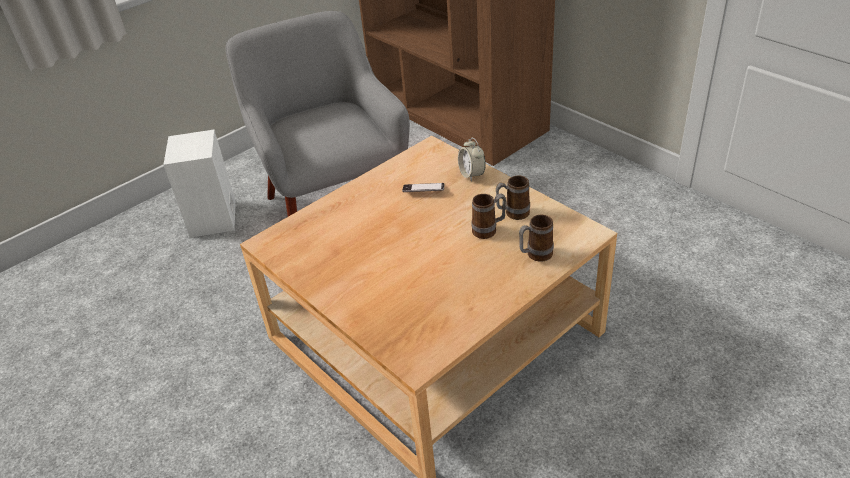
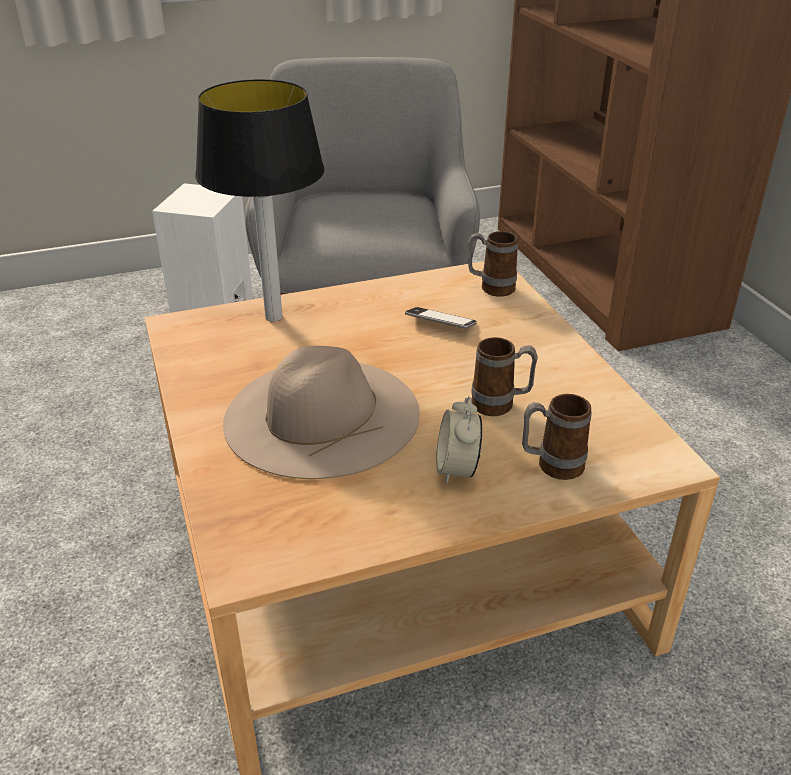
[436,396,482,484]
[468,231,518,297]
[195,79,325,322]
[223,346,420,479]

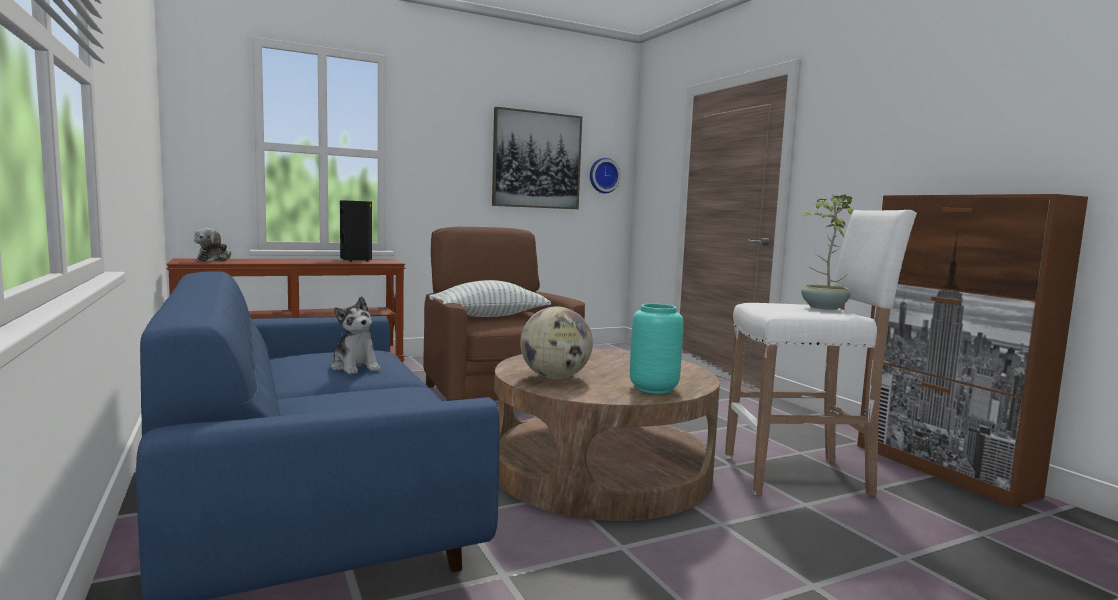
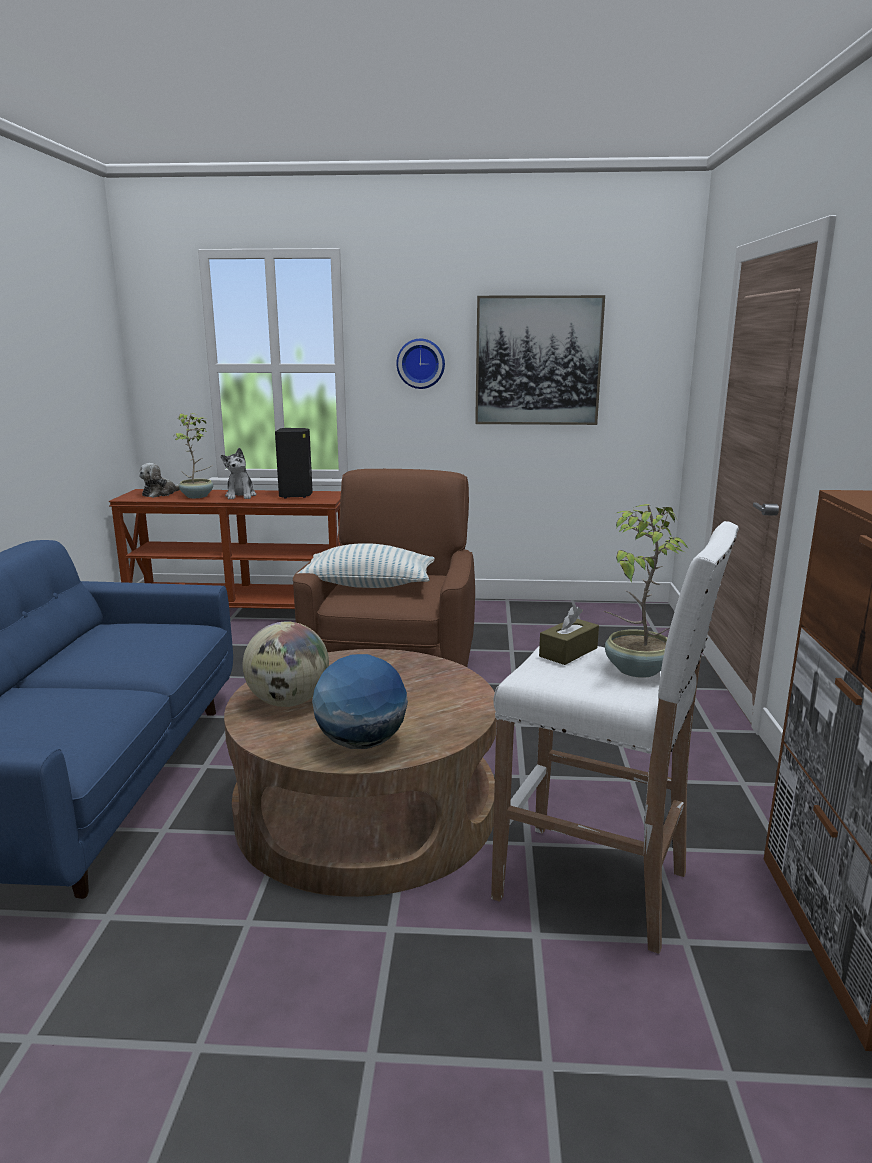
[221,448,256,499]
[396,339,445,389]
[312,654,408,749]
[175,413,213,498]
[539,606,599,665]

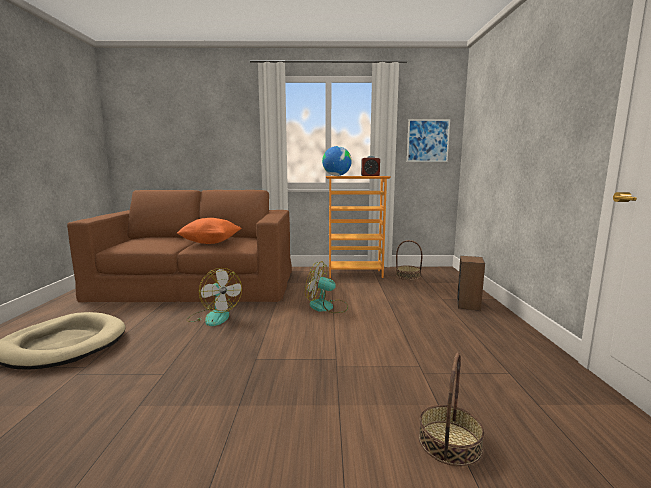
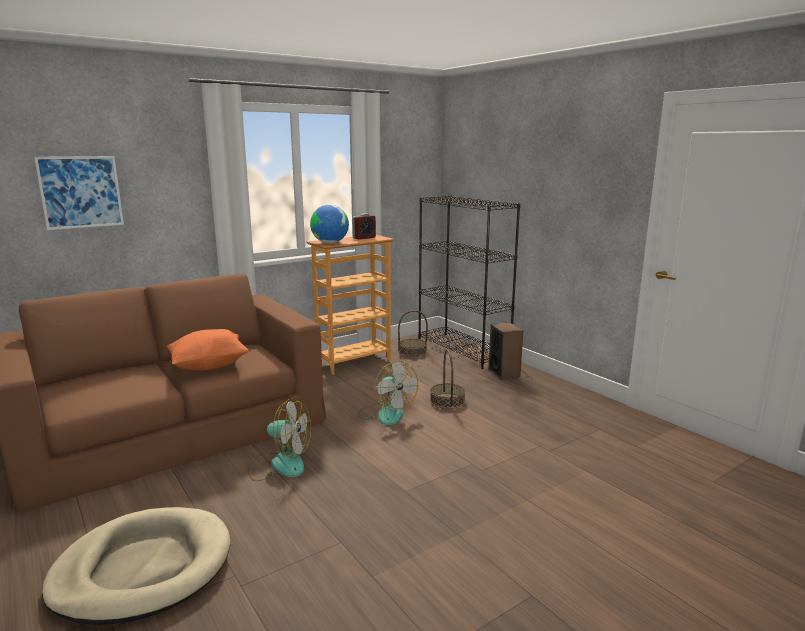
[357,361,418,425]
[34,156,124,230]
[430,349,465,409]
[418,196,520,369]

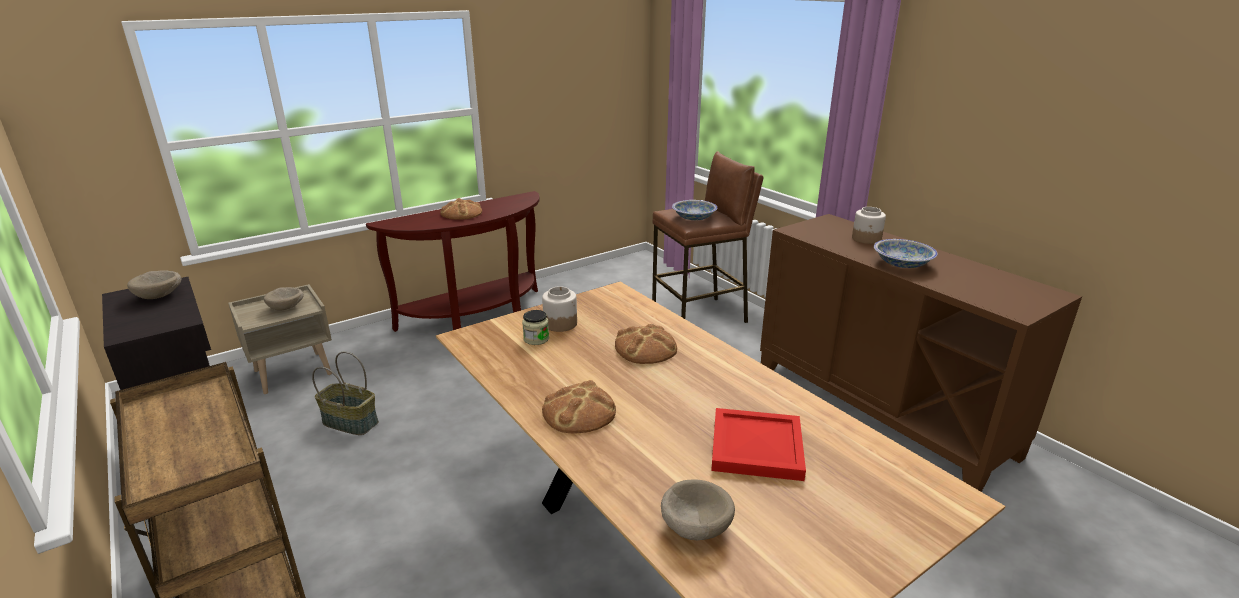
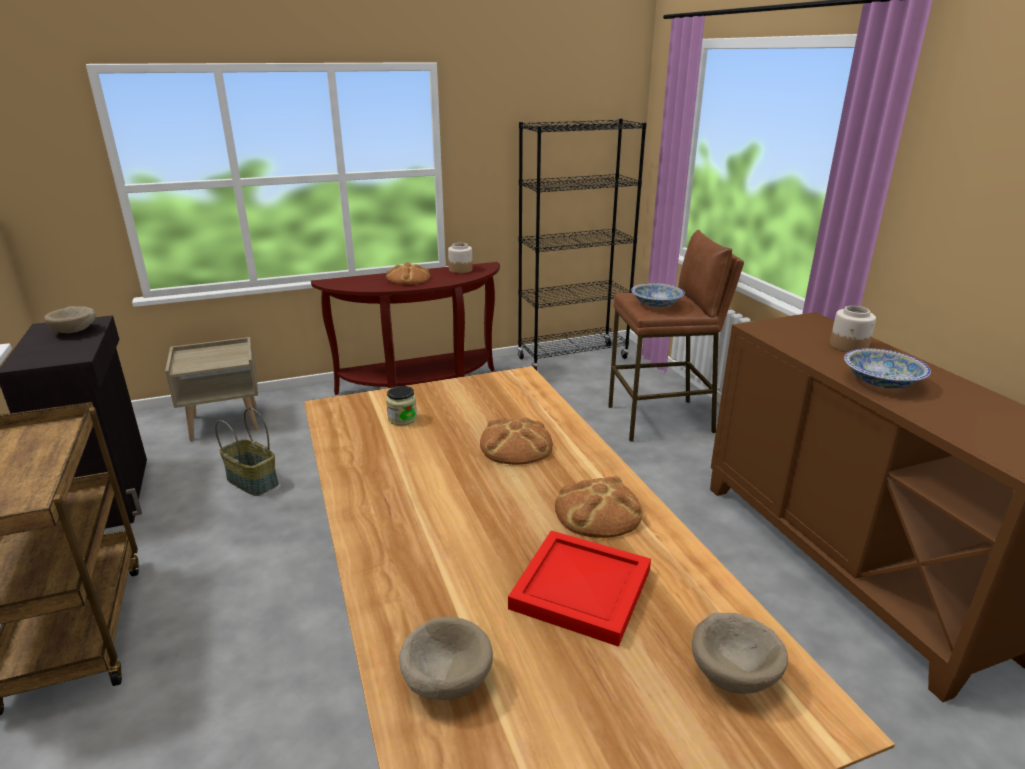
[692,613,788,694]
[448,243,473,273]
[555,476,642,538]
[517,119,647,370]

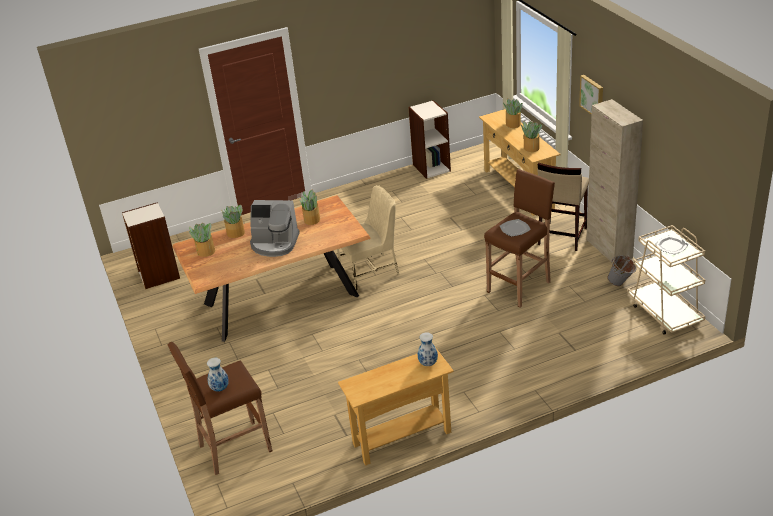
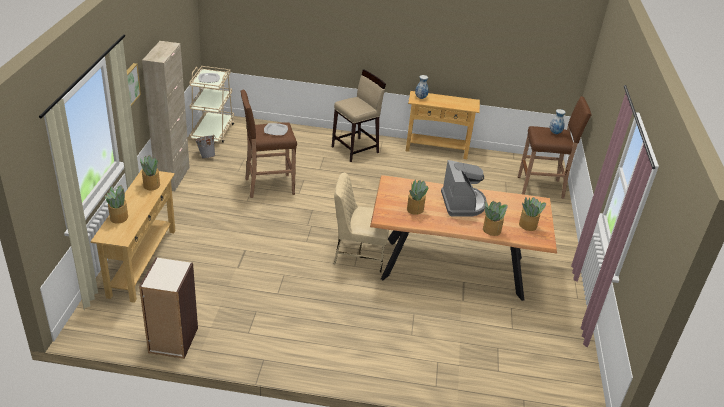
[122,202,180,289] (first image)
[441,160,486,217]
[332,70,386,162]

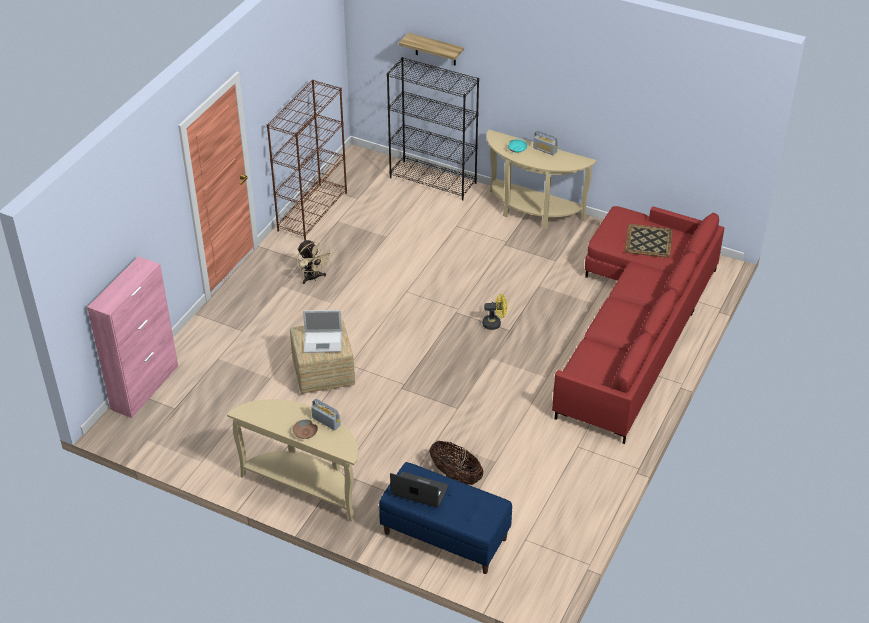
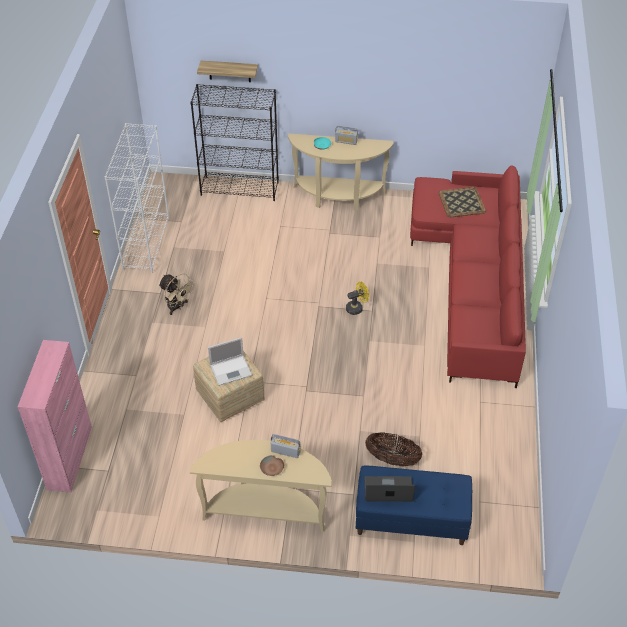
[104,123,169,273]

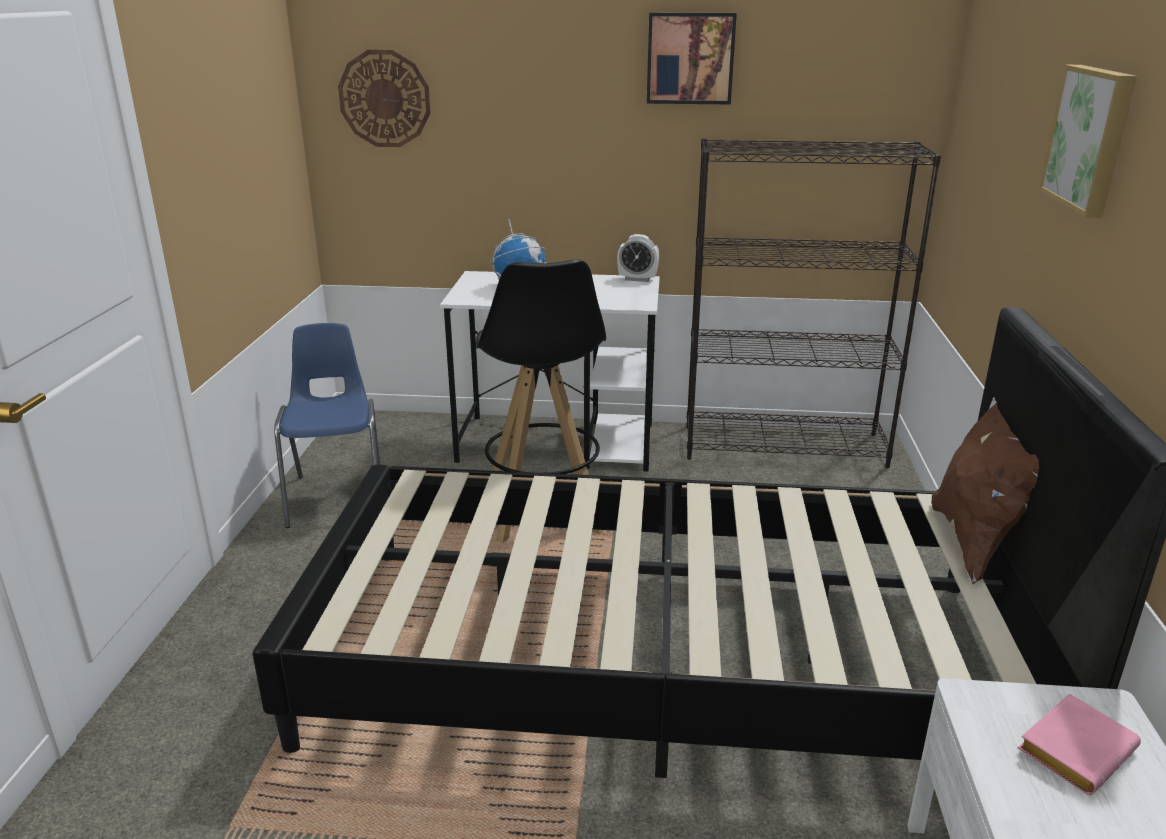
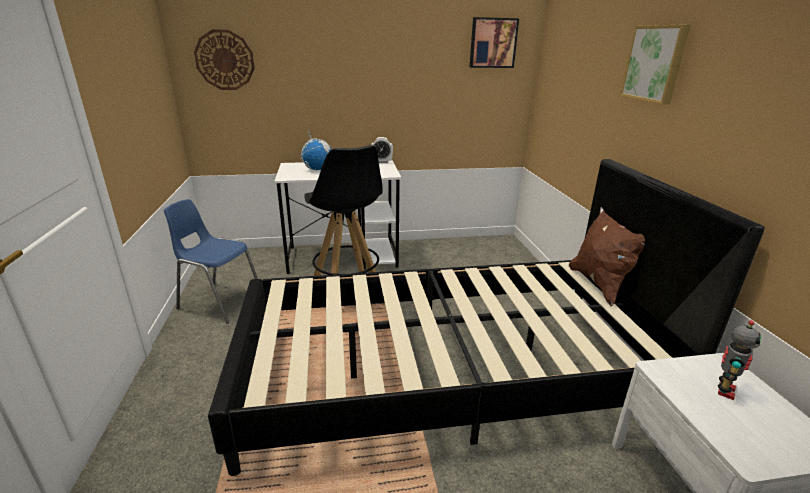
[164,199,258,324]
[470,17,519,68]
[687,138,941,468] (first image)
[718,320,761,400]

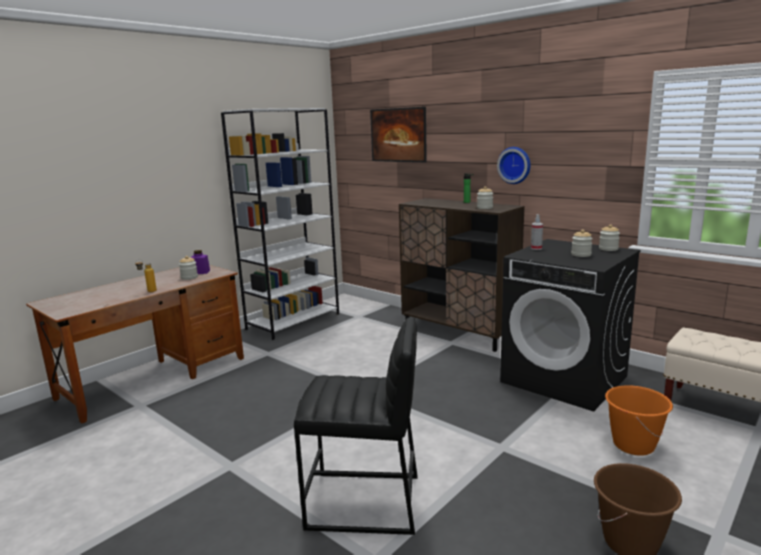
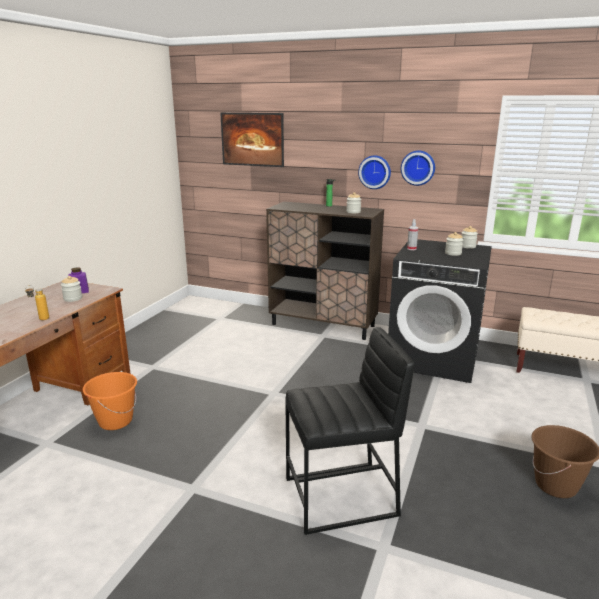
[221,108,339,340] (first image)
[83,372,137,430]
[401,150,435,186]

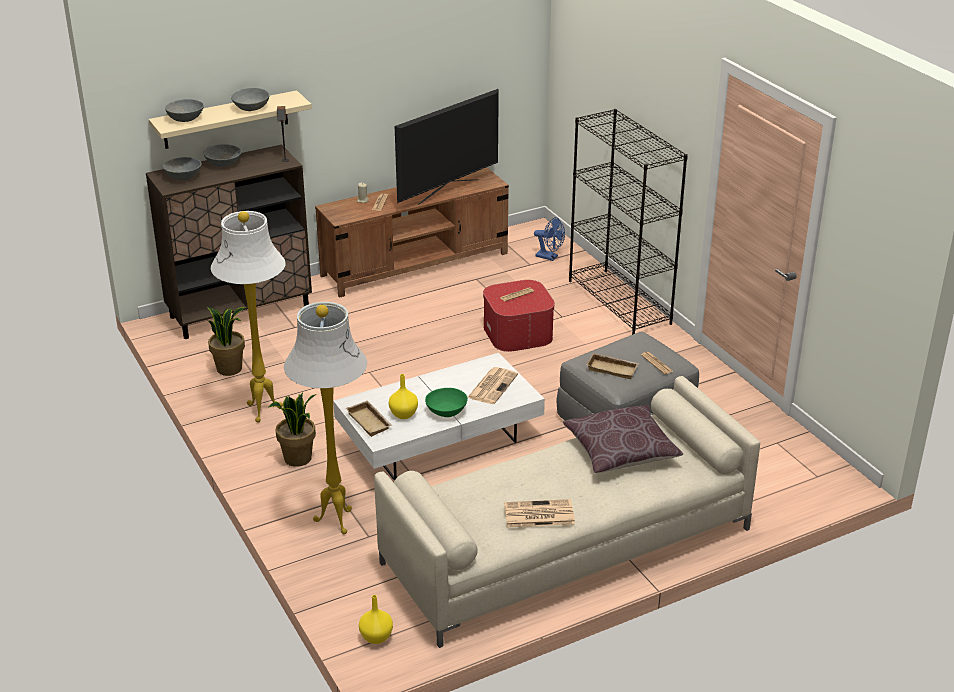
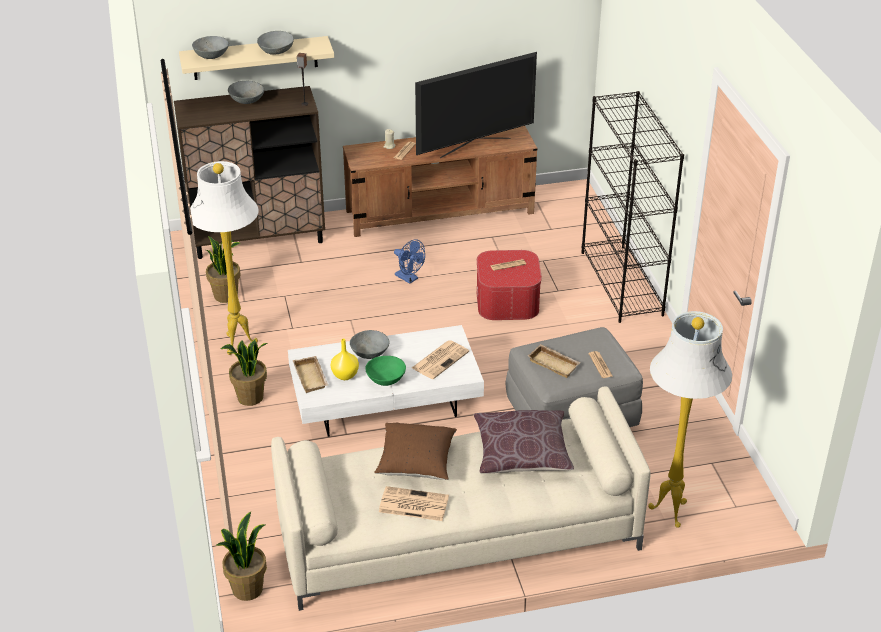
[350,330,390,359]
[648,311,732,528]
[217,512,267,601]
[394,239,425,284]
[374,423,457,480]

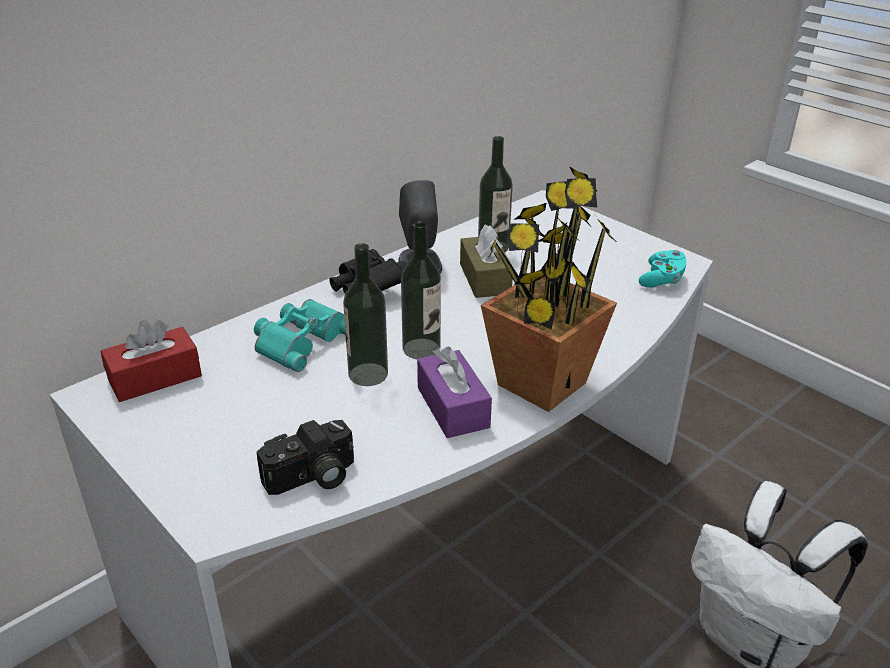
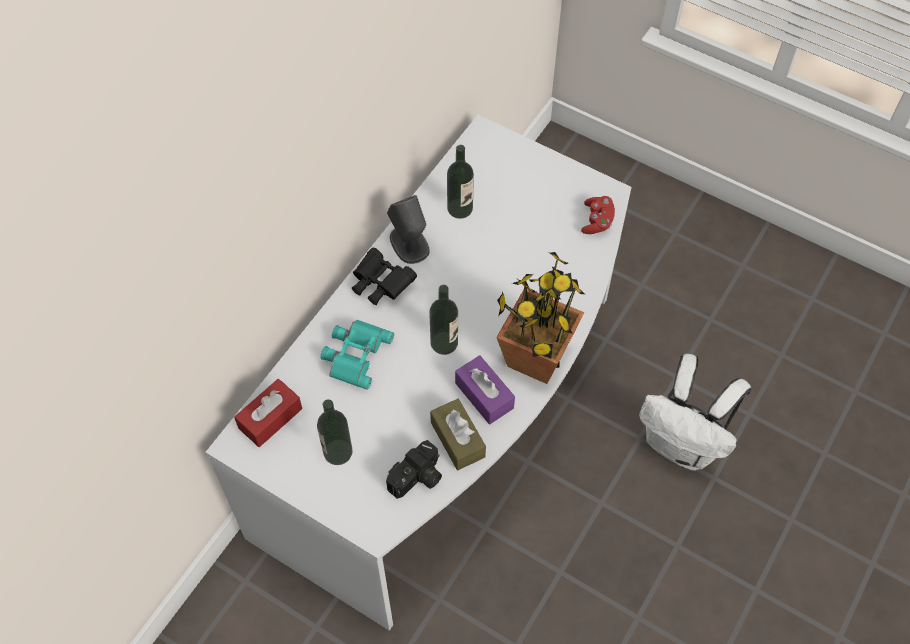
[317,399,353,465]
[430,399,486,470]
[581,196,615,234]

